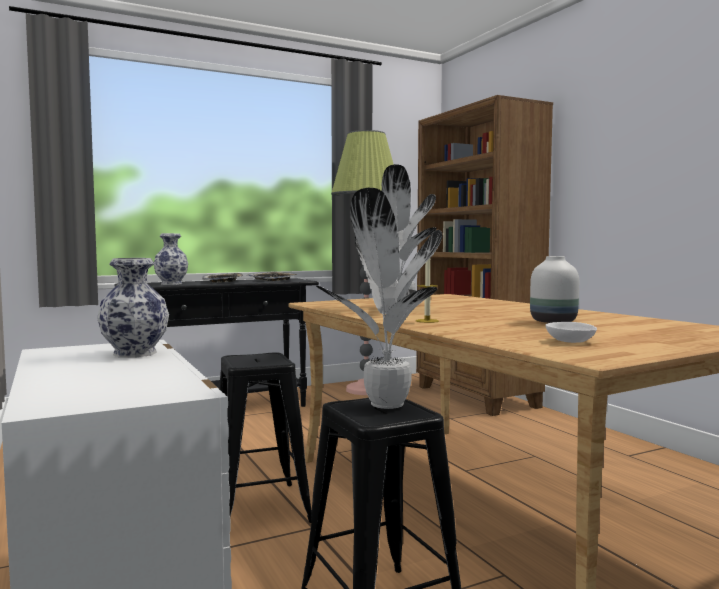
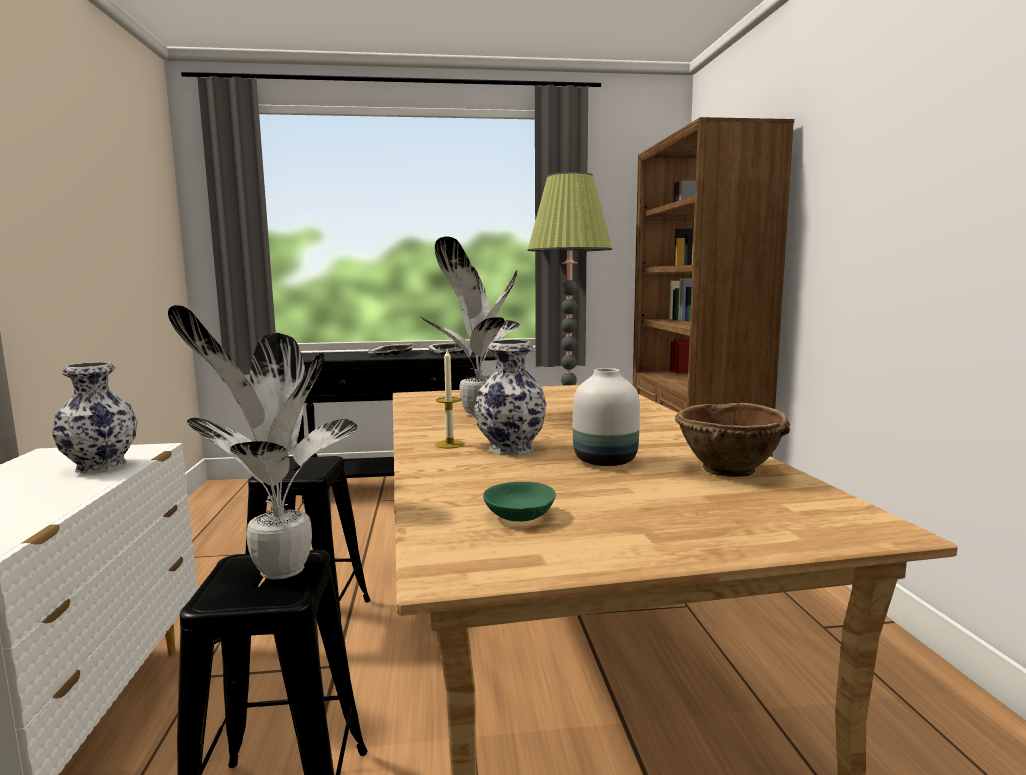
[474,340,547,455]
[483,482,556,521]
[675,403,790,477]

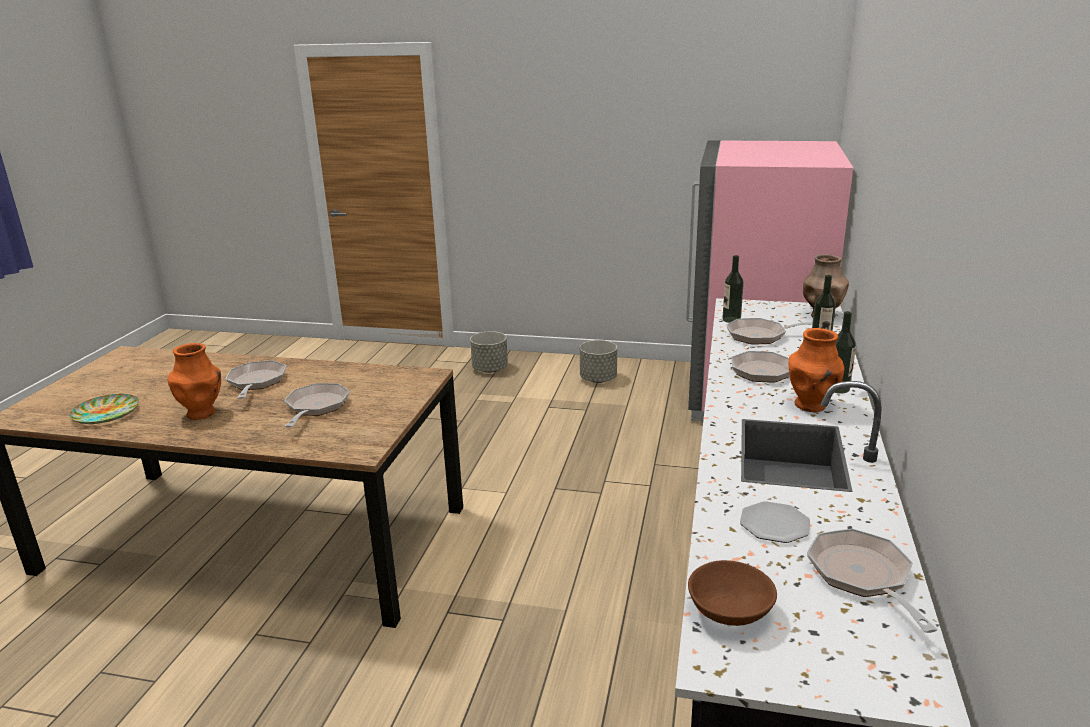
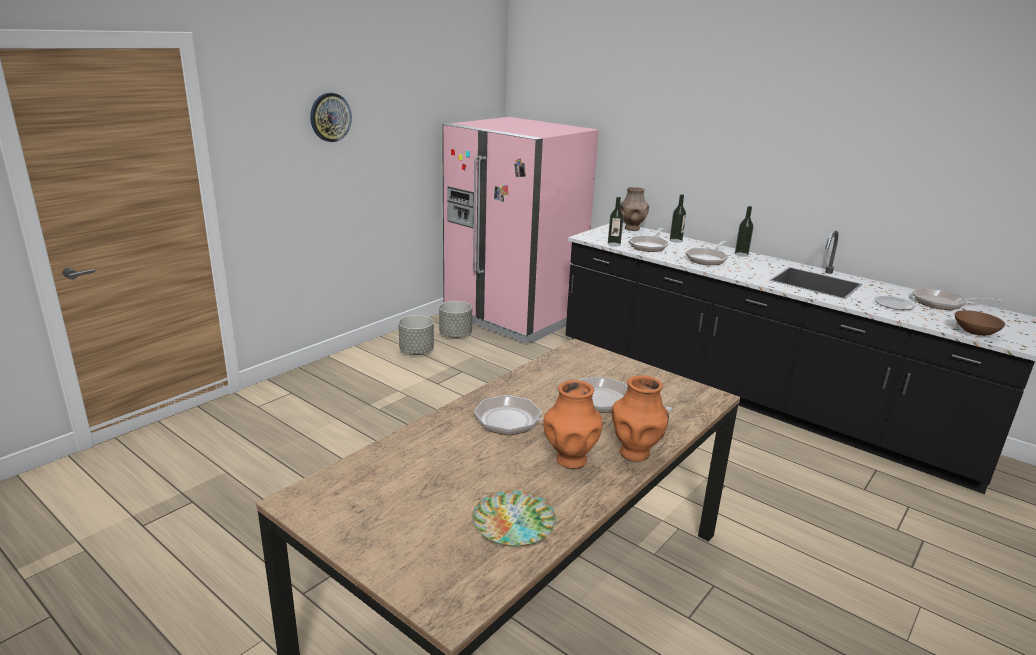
[439,301,472,338]
[612,375,669,461]
[310,93,352,142]

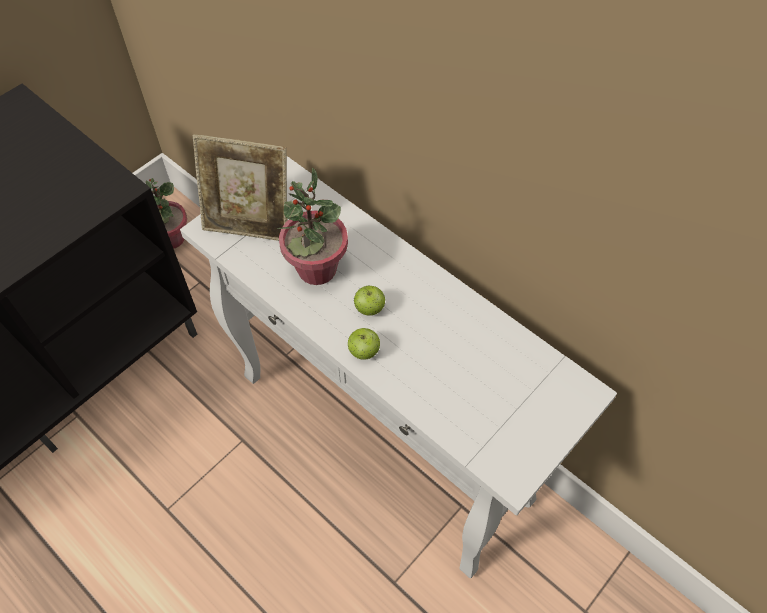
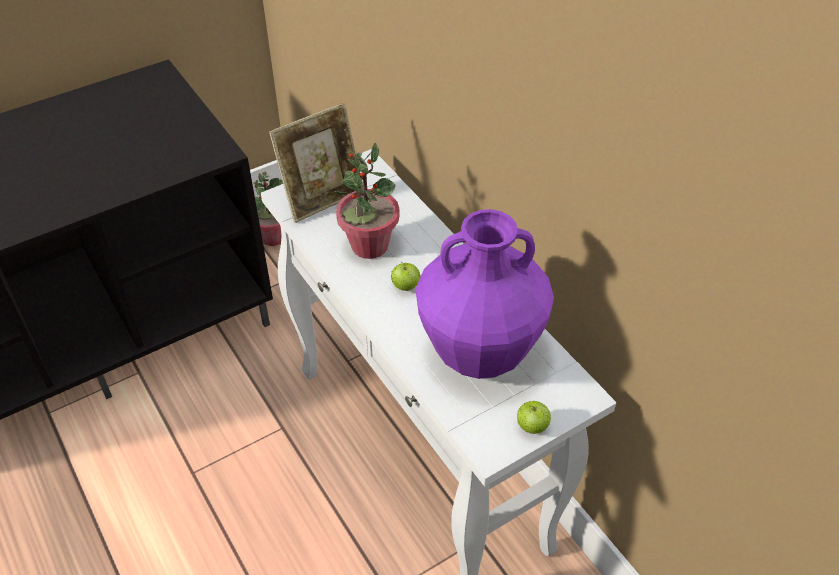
[269,103,364,223]
[517,401,551,434]
[416,209,554,379]

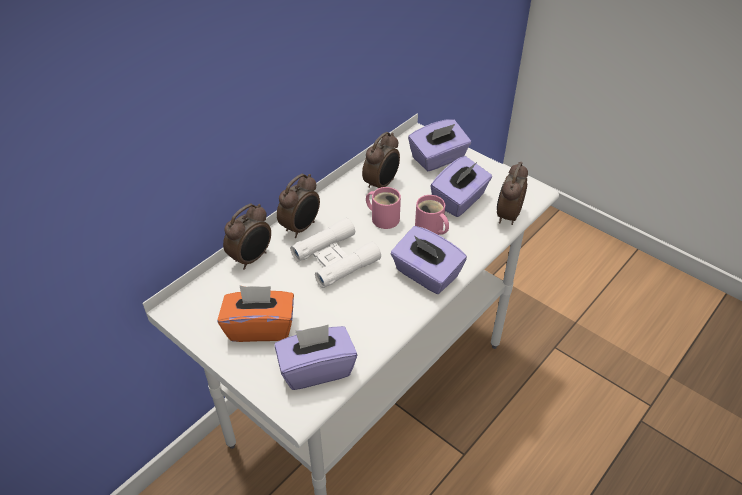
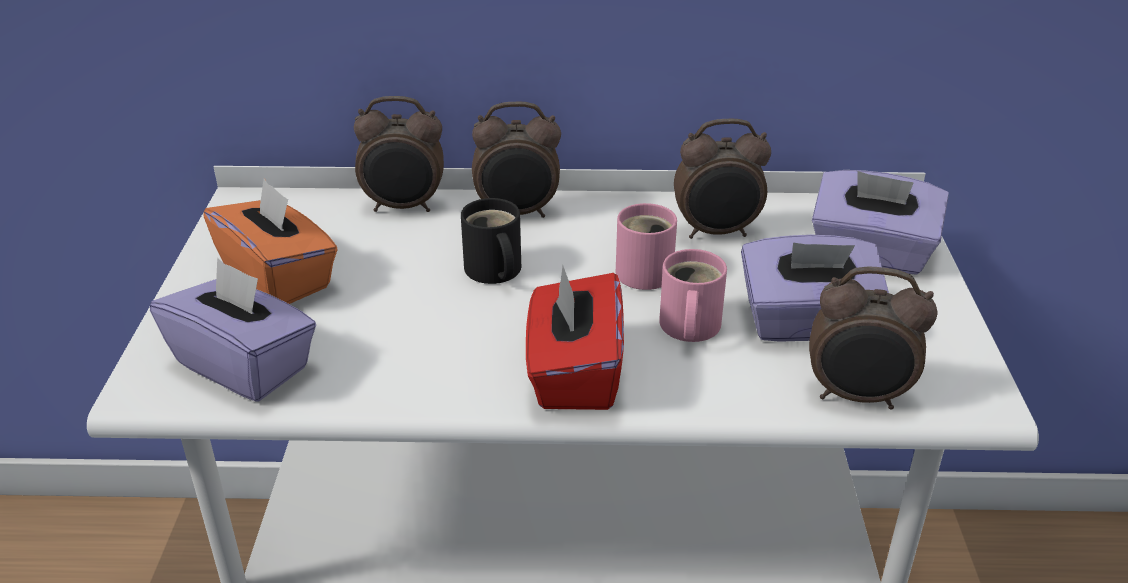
[461,198,521,284]
[526,265,624,410]
[809,266,938,410]

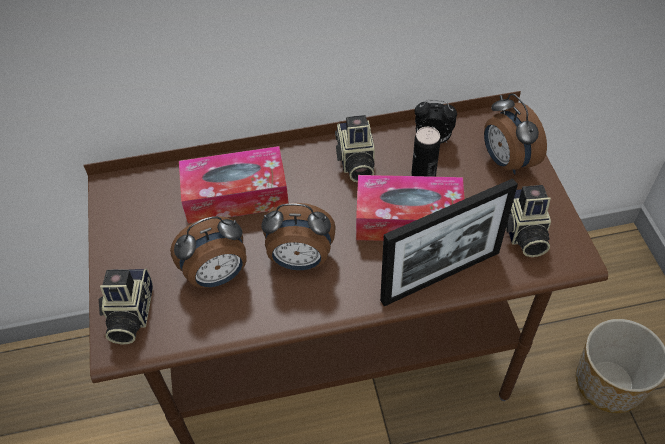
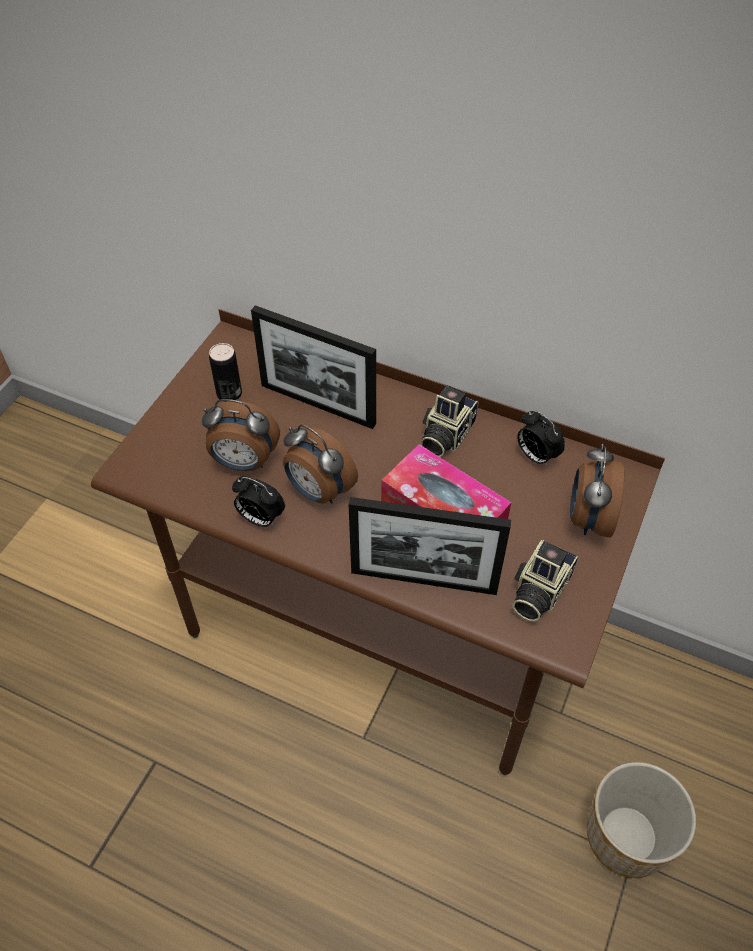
[99,269,153,345] (first image)
[251,305,376,429]
[209,343,242,402]
[232,476,285,527]

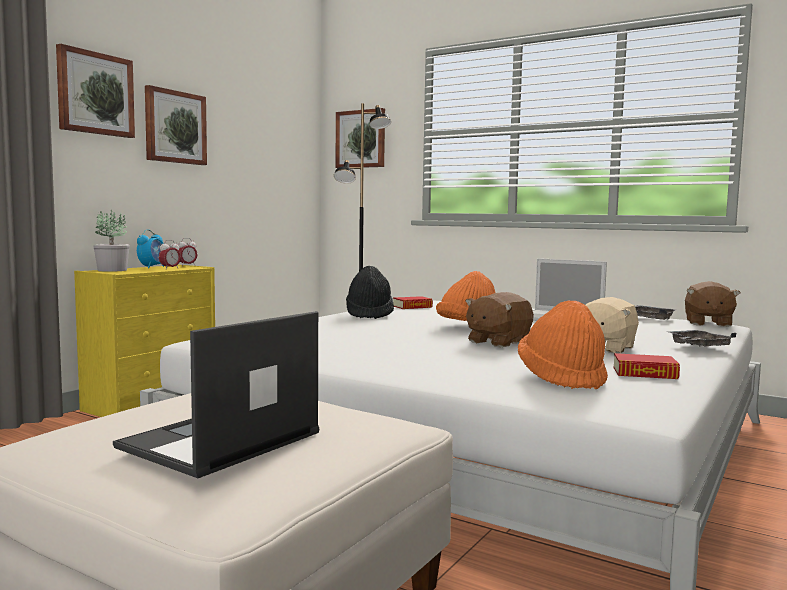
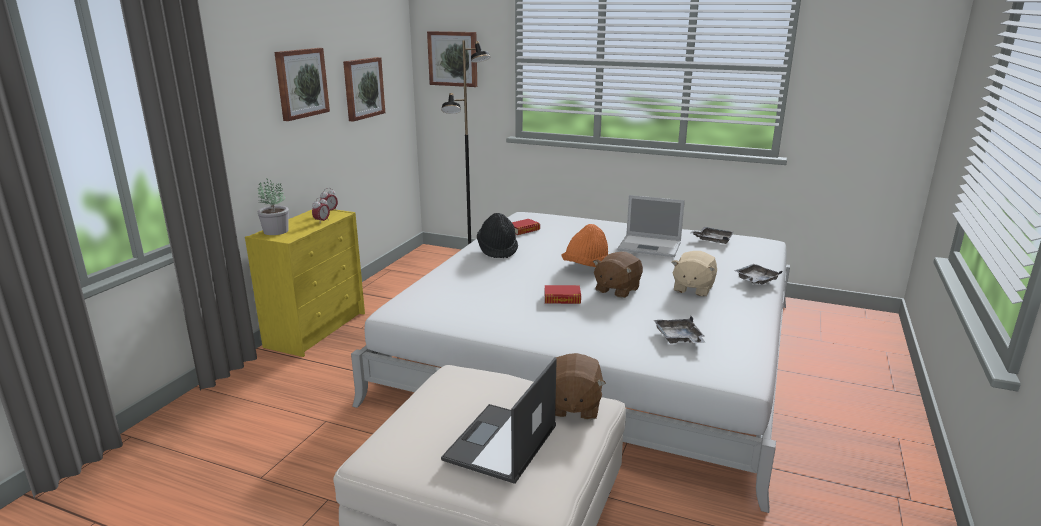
[343,57,385,122]
[137,229,164,268] (first image)
[654,316,705,344]
[545,285,581,304]
[555,353,606,420]

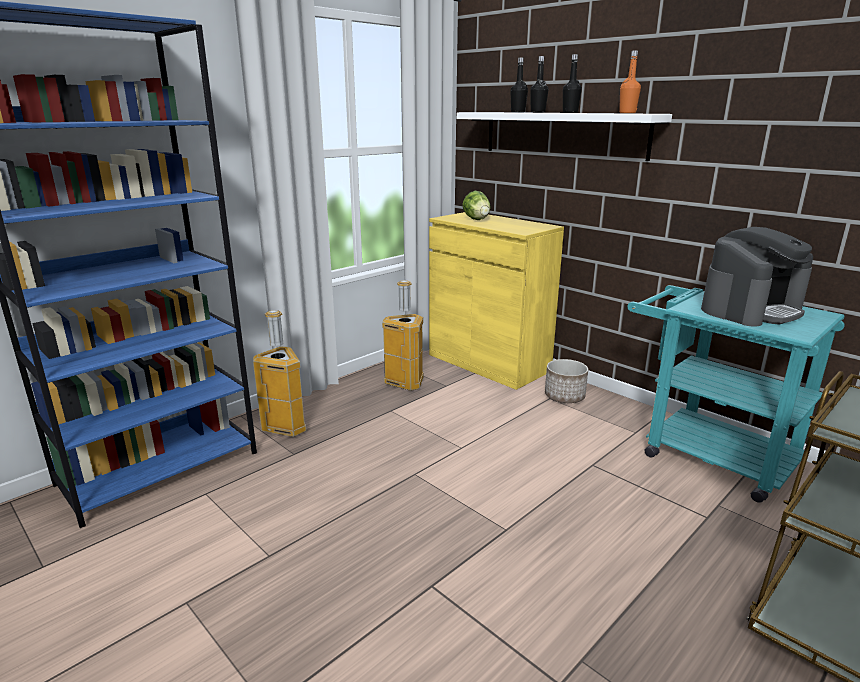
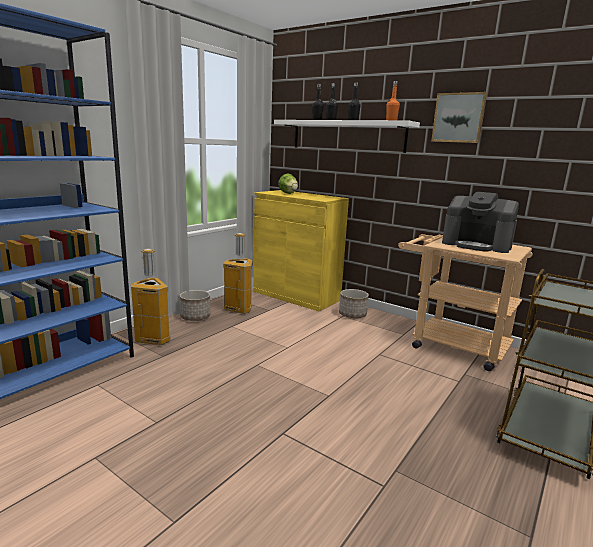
[398,234,532,371]
[442,192,519,253]
[180,290,210,321]
[431,92,487,143]

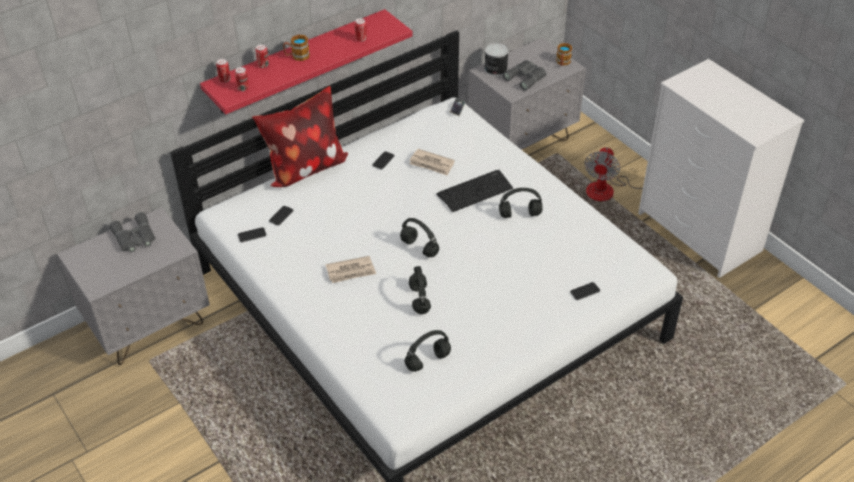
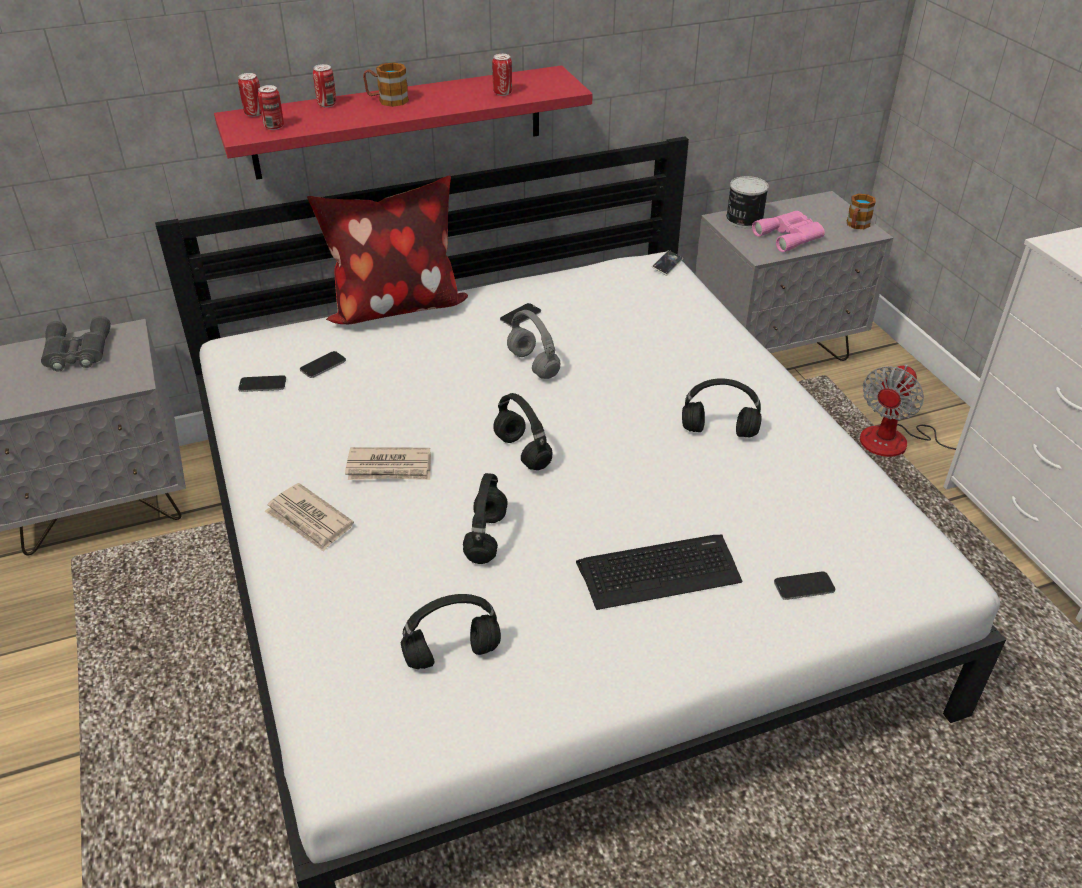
[264,483,354,552]
[576,535,742,610]
[752,211,825,252]
[507,310,560,379]

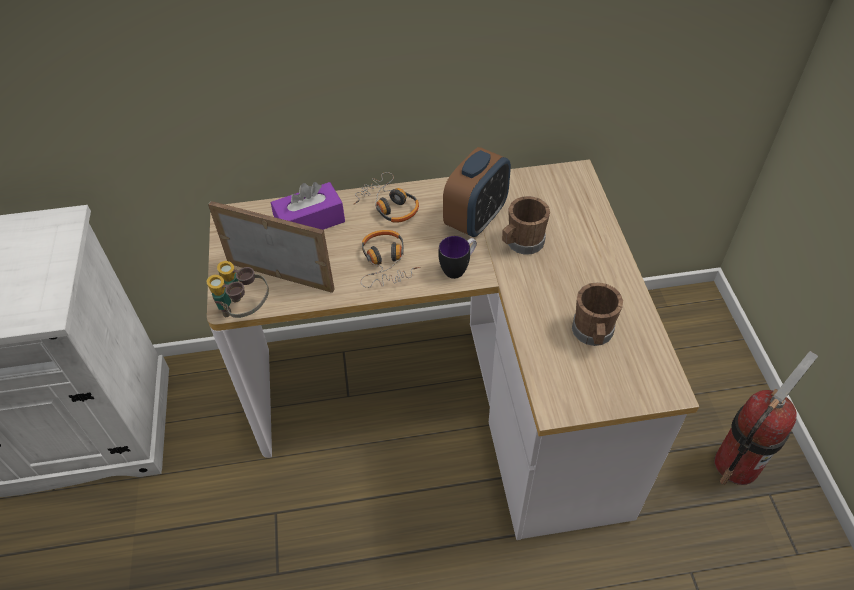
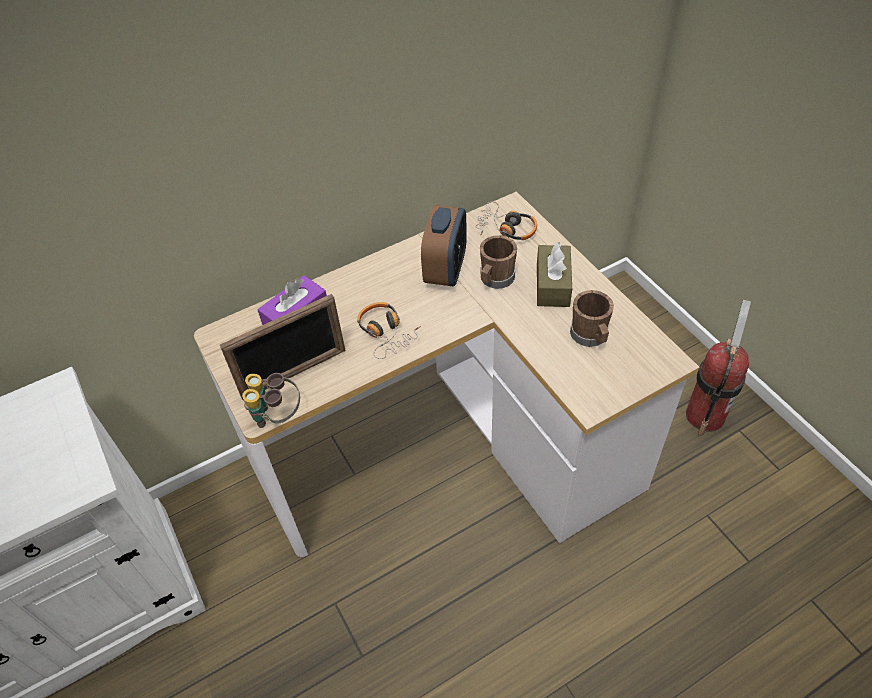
[220,294,346,400]
[475,202,537,240]
[438,236,477,279] (first image)
[537,242,572,307]

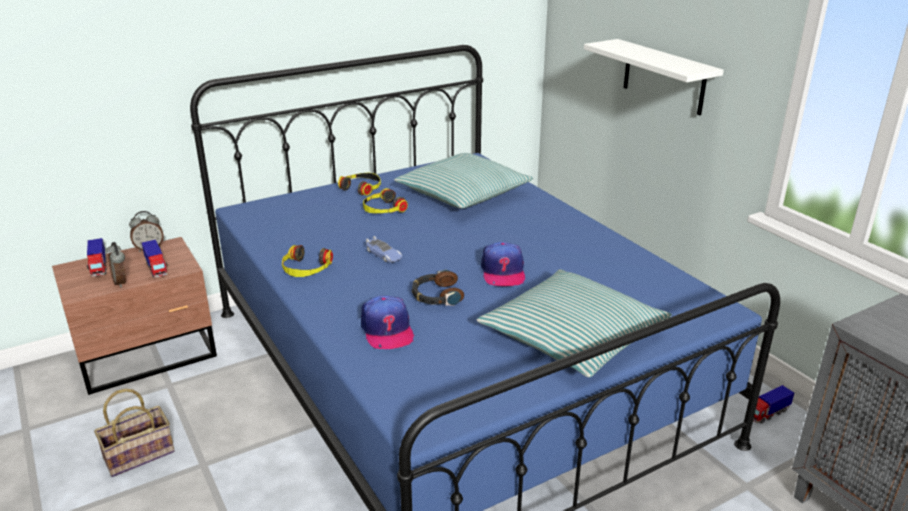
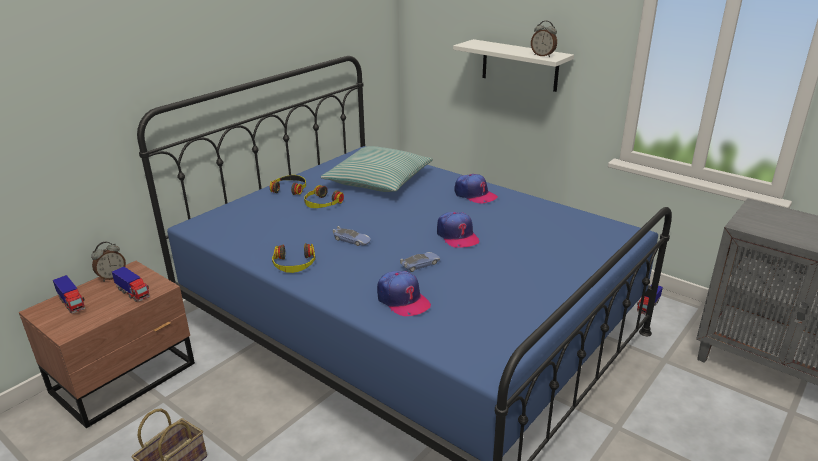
[531,21,557,57]
[400,252,441,272]
[477,269,672,377] (first image)
[455,174,498,203]

